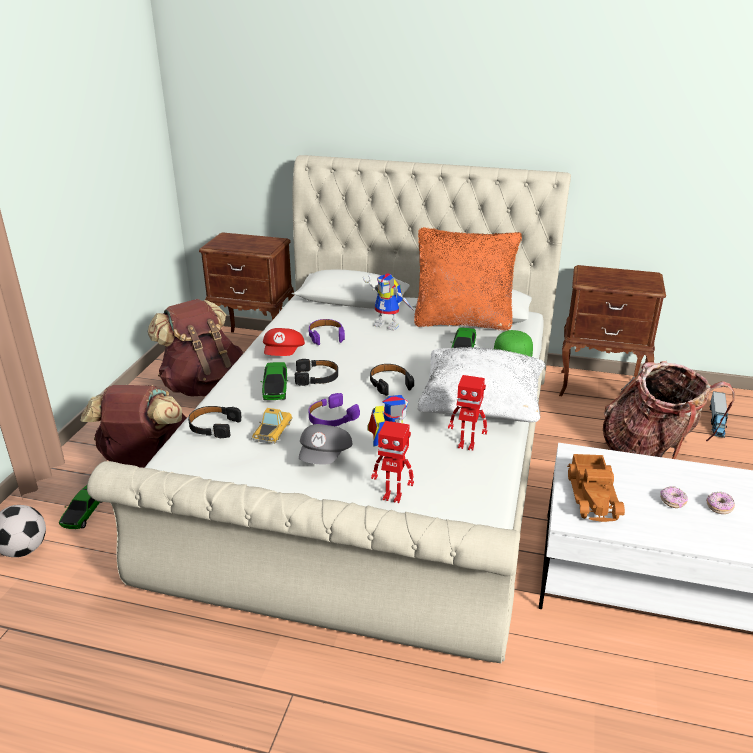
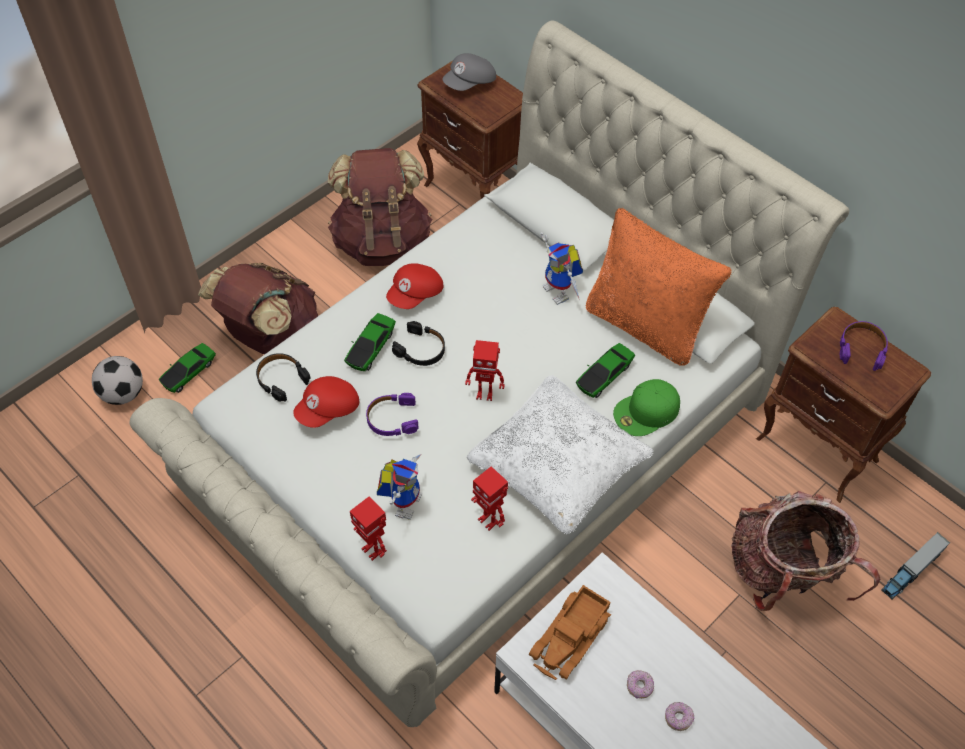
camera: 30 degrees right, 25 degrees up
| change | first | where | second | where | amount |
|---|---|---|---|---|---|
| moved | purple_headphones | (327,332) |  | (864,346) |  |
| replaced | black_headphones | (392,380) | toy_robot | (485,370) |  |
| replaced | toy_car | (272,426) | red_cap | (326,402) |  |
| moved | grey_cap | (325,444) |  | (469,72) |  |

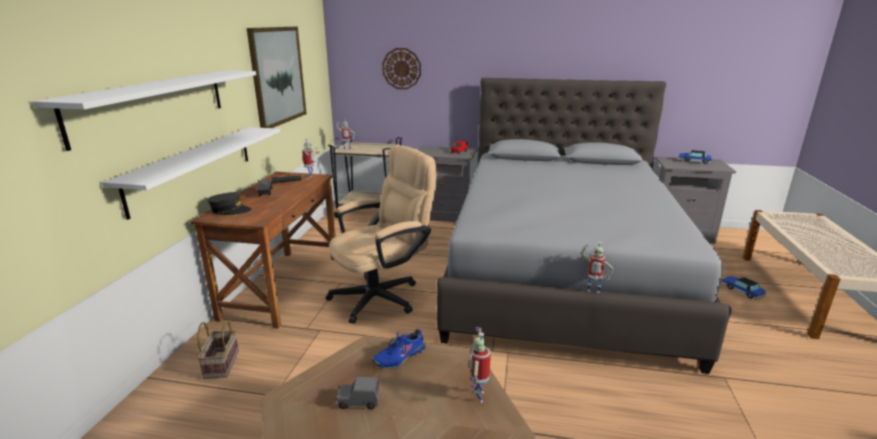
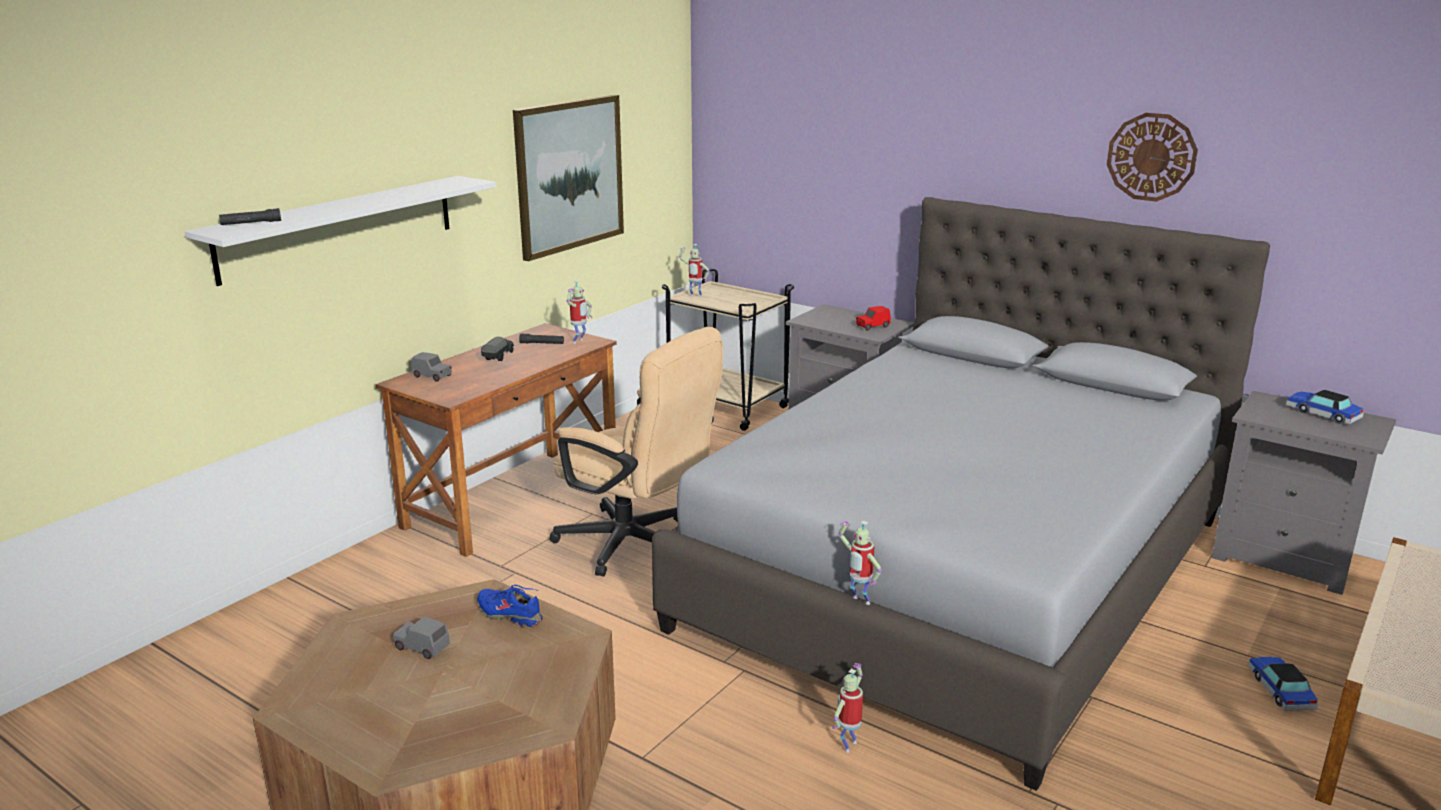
camera: 25 degrees right, 0 degrees up
| change | first | where | second | where | amount |
|---|---|---|---|---|---|
| moved | wall_clock | (401,68) |  | (1152,157) |  |
| removed | white_shelf | (191,173) |  |  |  |
| turned | beige_office_chair | (381,234) |  | (636,452) | 45 degrees clockwise |
| replaced | grey_cap | (229,203) | grey_toy_car | (431,367) |  |
| removed | basket | (218,350) |  |  |  |
| moved | toy_robot | (480,365) |  | (847,708) |  |
| turned | blue_shoe | (398,349) |  | (509,606) | 45 degrees clockwise |
| added |  |  | black_flashlight | (250,216) |  |

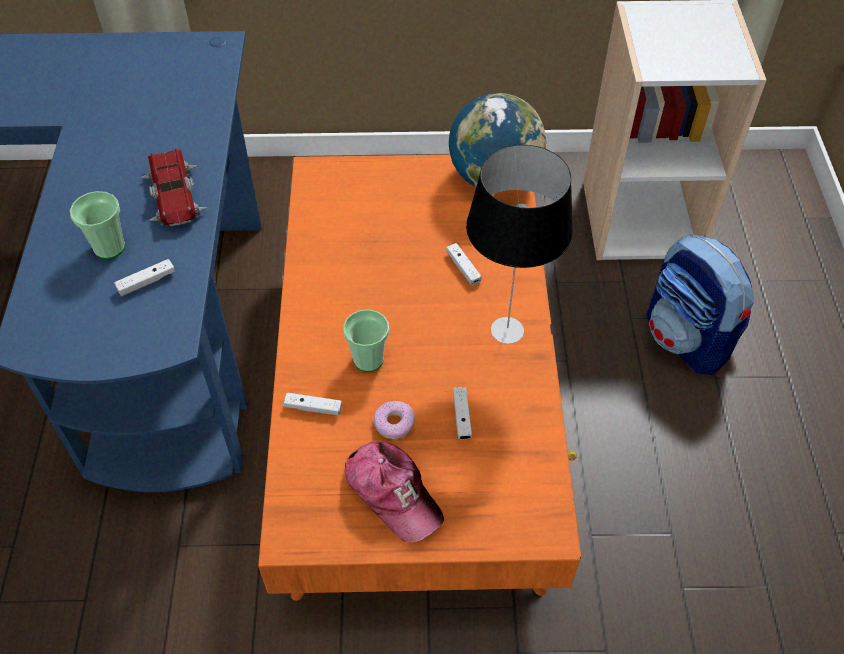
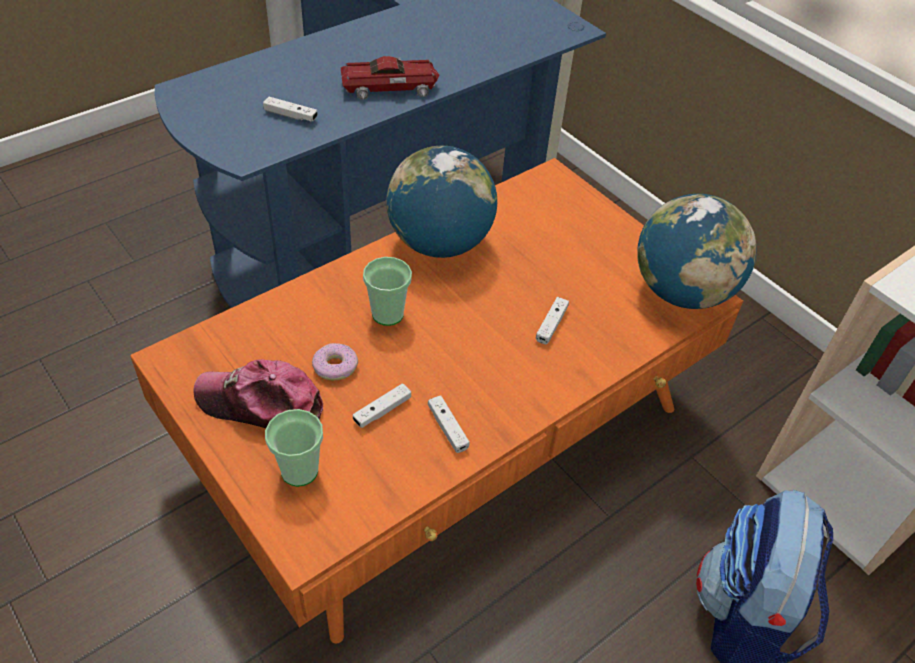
camera: 50 degrees right, 5 degrees down
| change | first | where | second | where | amount |
|---|---|---|---|---|---|
| removed | table_lamp | (519,244) |  |  |  |
| turned | toy_car | (174,187) |  | (390,78) | 135 degrees counterclockwise |
| moved | cup | (97,225) |  | (294,448) |  |
| moved | white_game_controller | (313,404) |  | (449,424) |  |
| turned | cap | (394,492) |  | (258,393) | 90 degrees clockwise |
| added |  |  | globe | (441,202) |  |

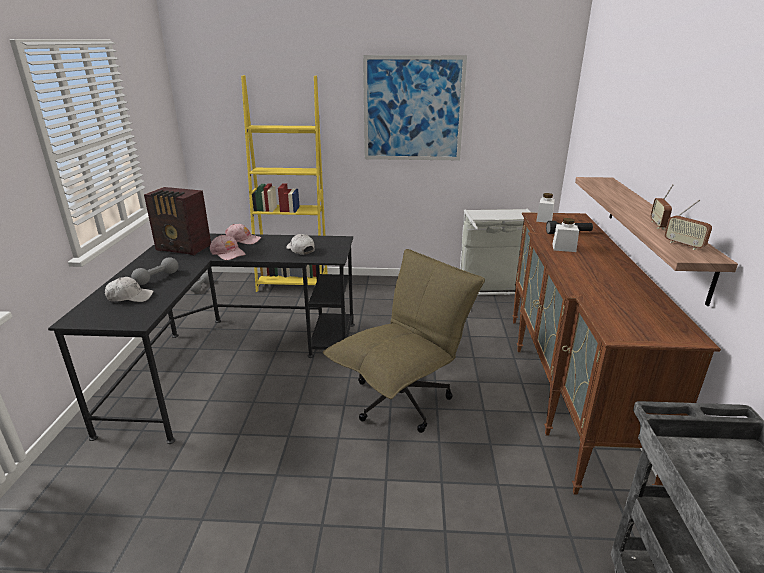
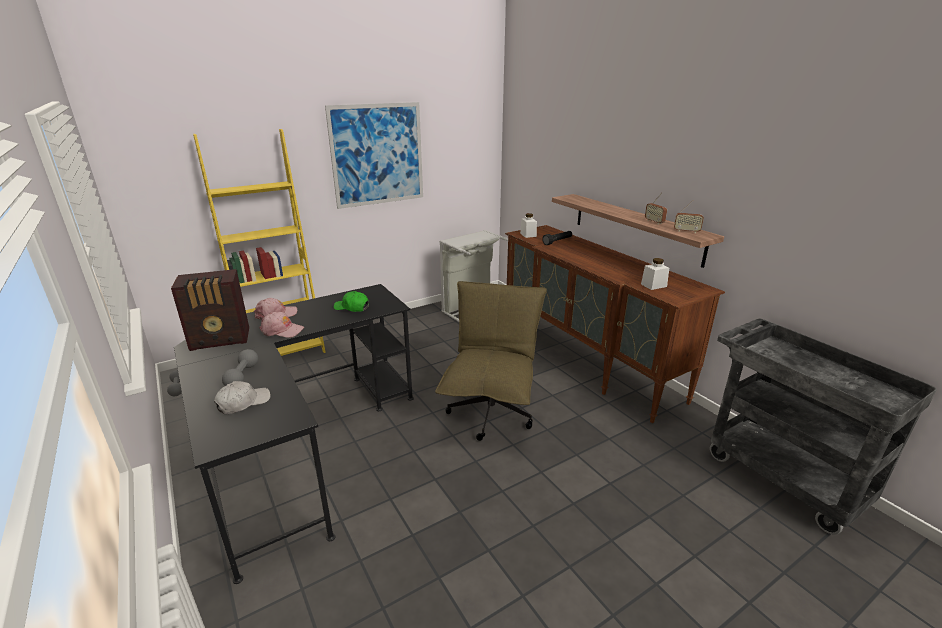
camera: 35 degrees left, 0 degrees up
| change | first | where | second | where | amount |
|---|---|---|---|---|---|
| moved | white_jar | (565,235) |  | (655,274) |  |
| recoloured | white_cap | (300,244) | green_cap | (351,301) |  |

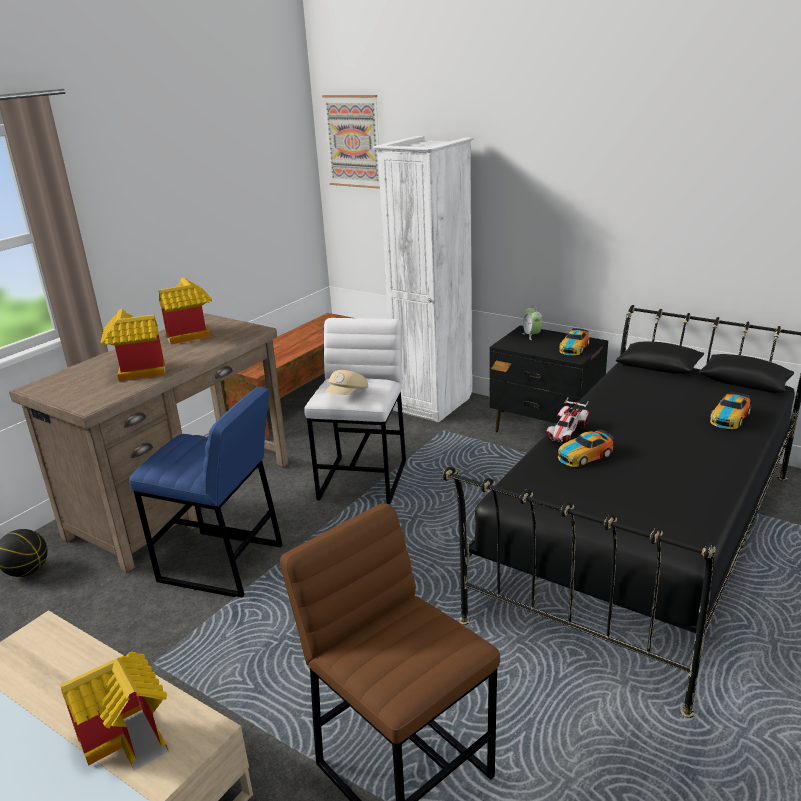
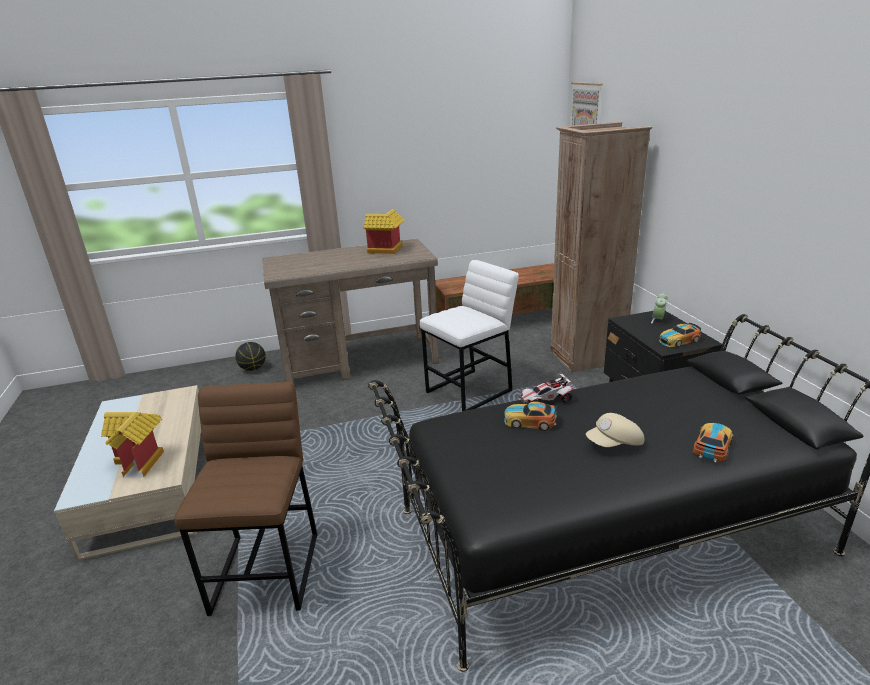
camera: 40 degrees right, 0 degrees up
| change | first | where | second | where | amount |
|---|---|---|---|---|---|
| recoloured | white_cabinet | (423,279) | brown_cabinet | (601,247) |  |
| removed | toy_house | (132,345) |  |  |  |
| moved | beige_cap | (347,382) |  | (615,430) |  |
| removed | blue_stool | (205,492) |  |  |  |
| turned | toy_car | (730,410) |  | (713,442) | 135 degrees clockwise |

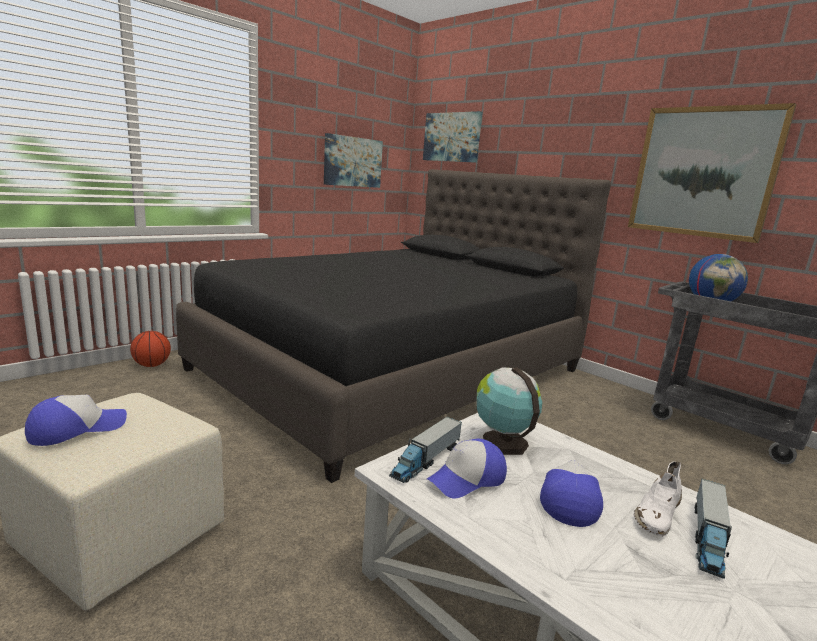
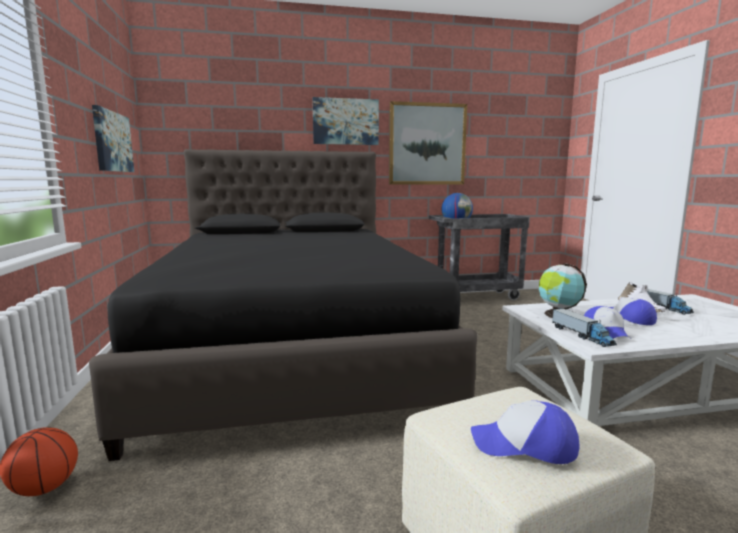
camera: 55 degrees left, 5 degrees down
| change | first | where | second | where | amount |
|---|---|---|---|---|---|
| moved | picture | (452,137) |  | (345,121) |  |
| turned | cap | (76,420) |  | (525,432) | 75 degrees counterclockwise |

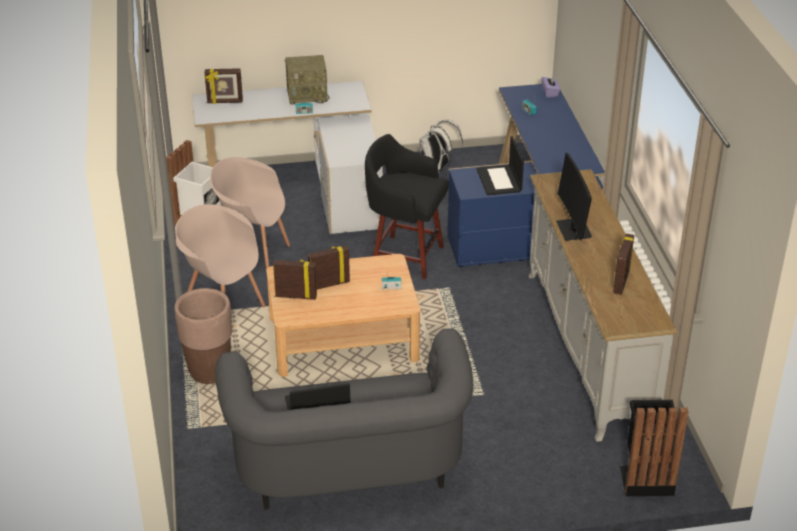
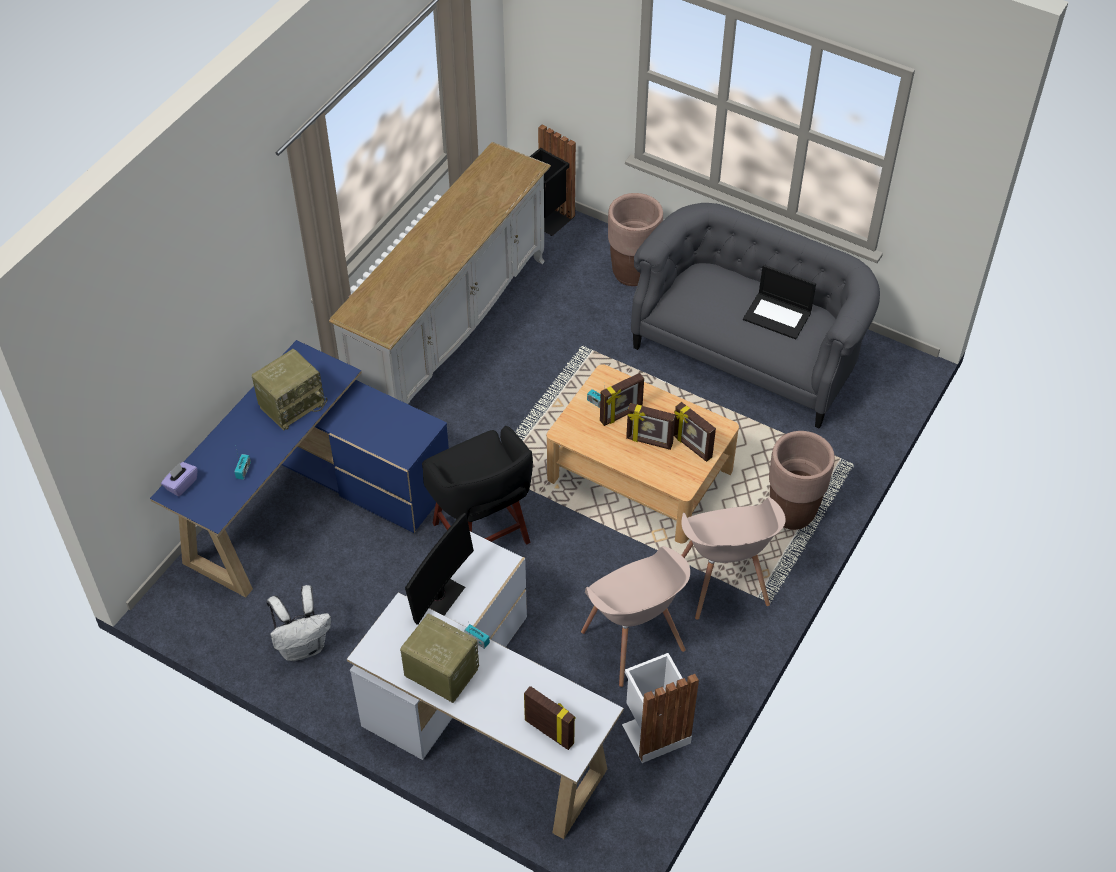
camera: 140 degrees left, 15 degrees up
| change | first | where | second | where | amount |
|---|---|---|---|---|---|
| removed | laptop | (500,165) |  |  |  |
| moved | monitor | (574,197) |  | (439,569) |  |
| moved | picture_frame | (623,264) |  | (622,399) |  |
| added |  |  | brown_planter | (635,239) |  |
| added |  |  | radio | (290,390) |  |

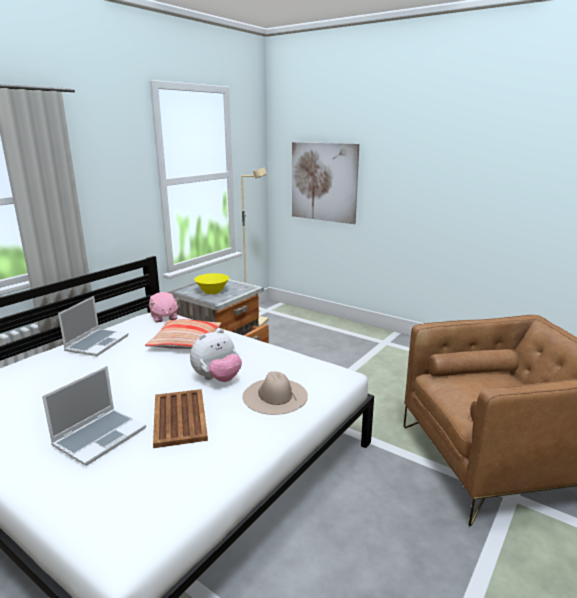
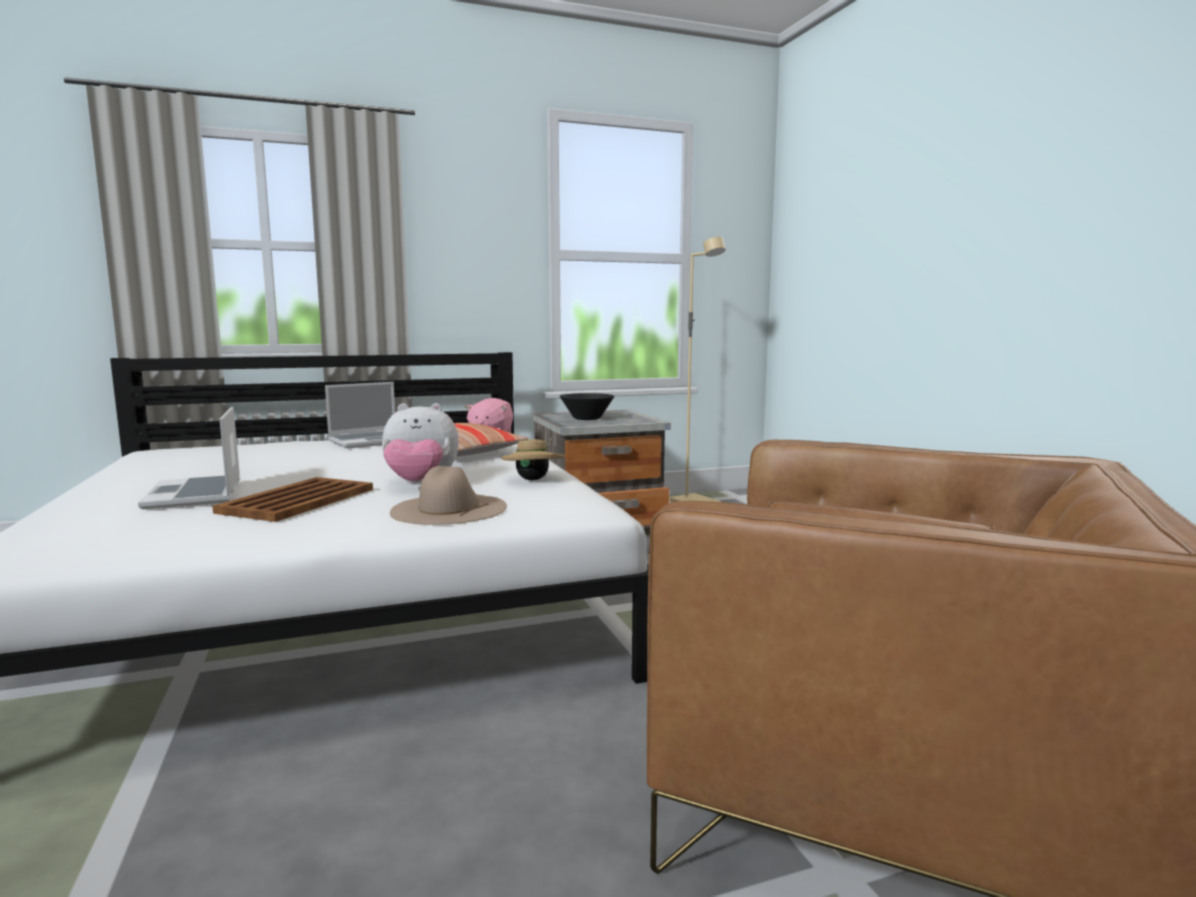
camera: 35 degrees right, 10 degrees down
| change | first | where | second | where | amount |
|---|---|---|---|---|---|
| removed | picture | (325,183) |  |  |  |
| recoloured | yellow_bowl | (211,283) | black_bowl | (587,406) |  |
| turned | laptop | (94,416) |  | (189,458) | 90 degrees clockwise |
| added |  |  | beige_hat | (533,459) |  |

